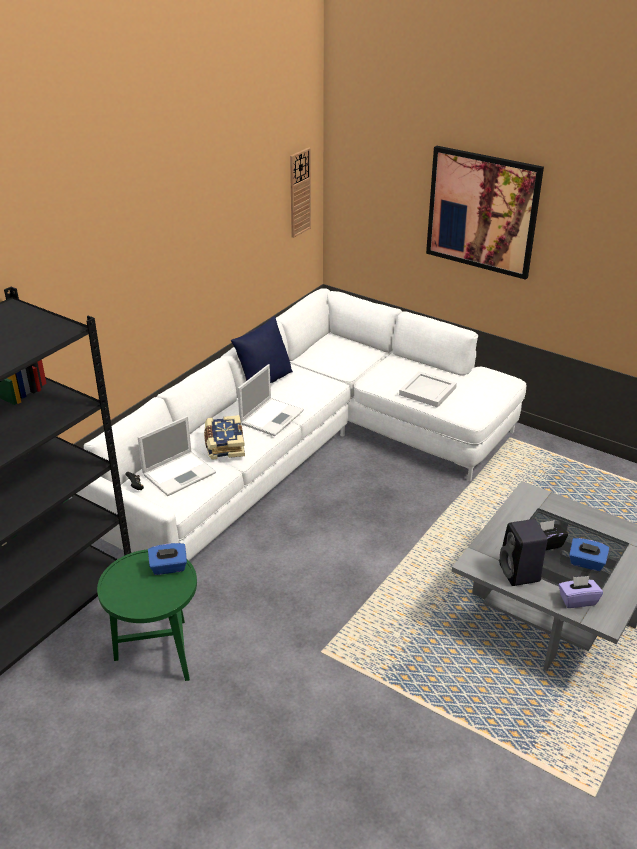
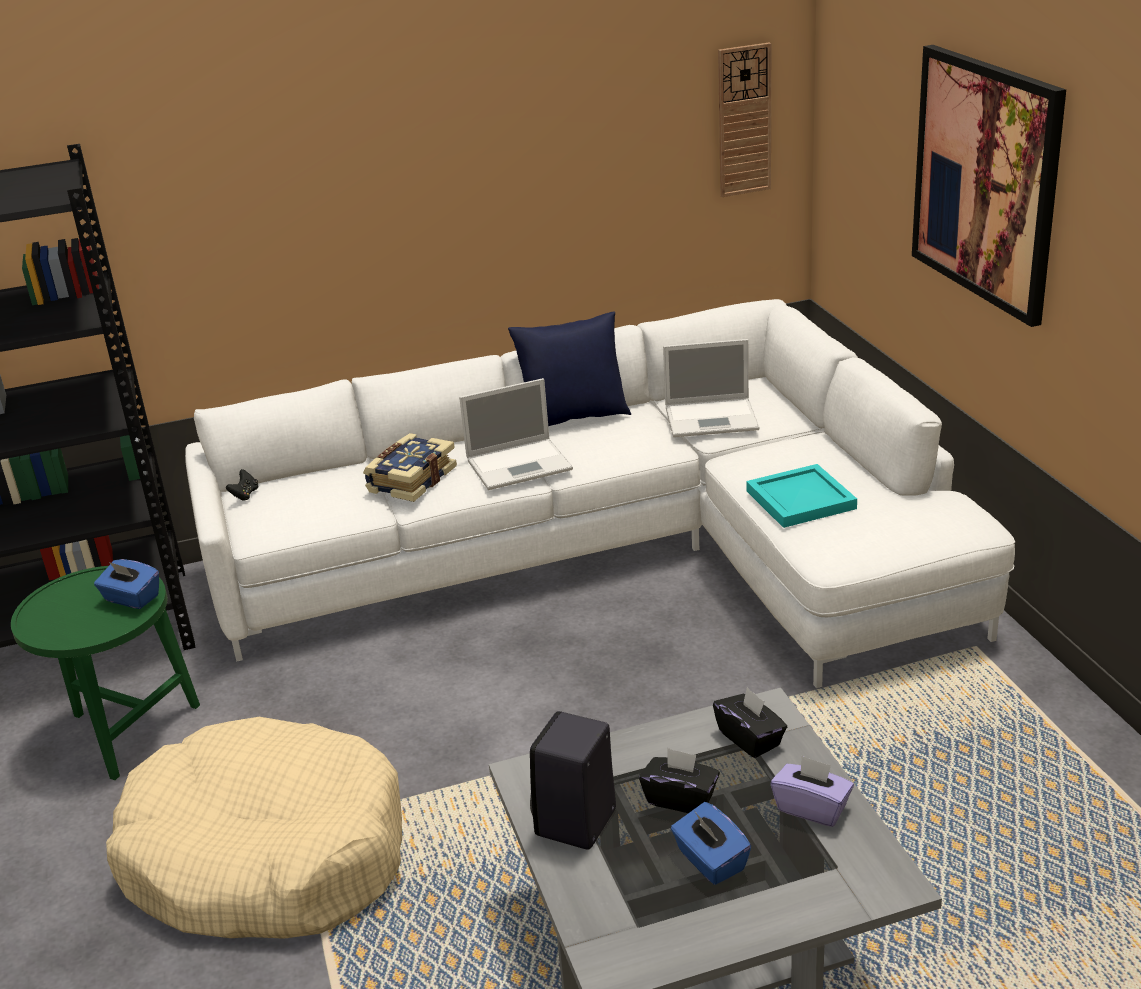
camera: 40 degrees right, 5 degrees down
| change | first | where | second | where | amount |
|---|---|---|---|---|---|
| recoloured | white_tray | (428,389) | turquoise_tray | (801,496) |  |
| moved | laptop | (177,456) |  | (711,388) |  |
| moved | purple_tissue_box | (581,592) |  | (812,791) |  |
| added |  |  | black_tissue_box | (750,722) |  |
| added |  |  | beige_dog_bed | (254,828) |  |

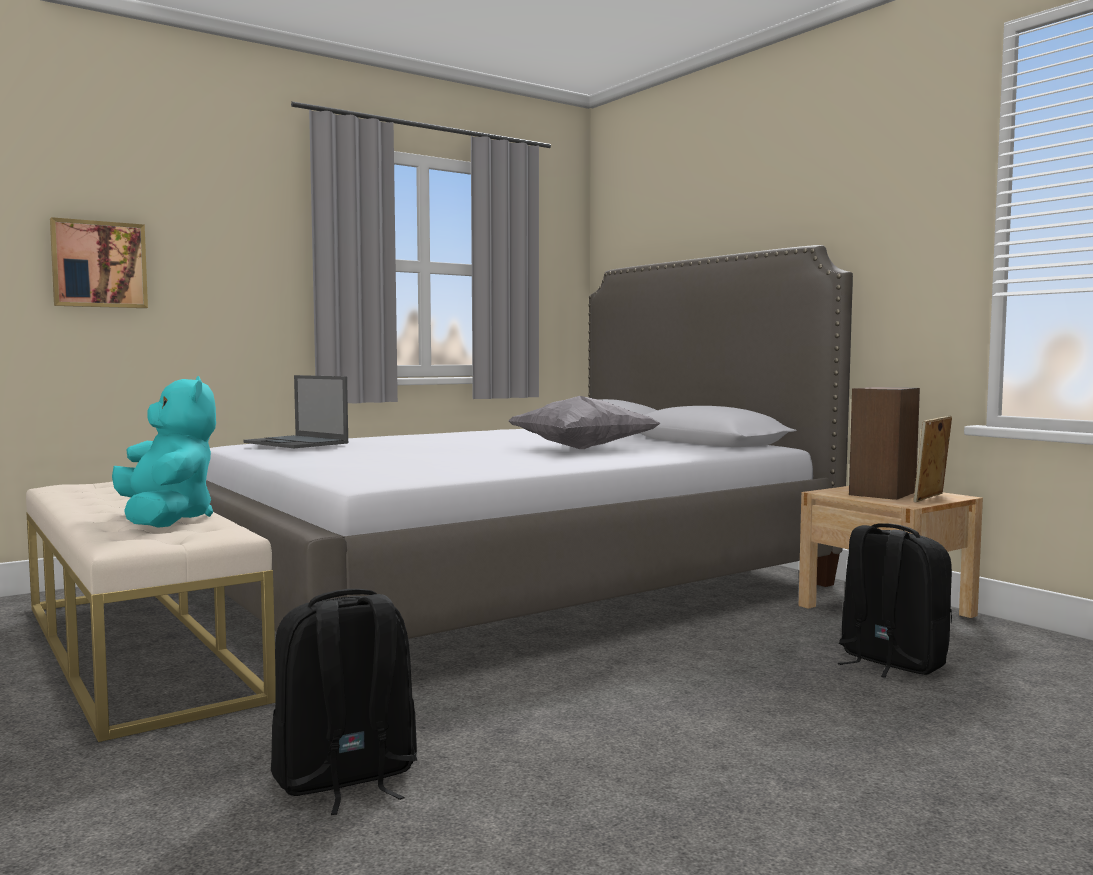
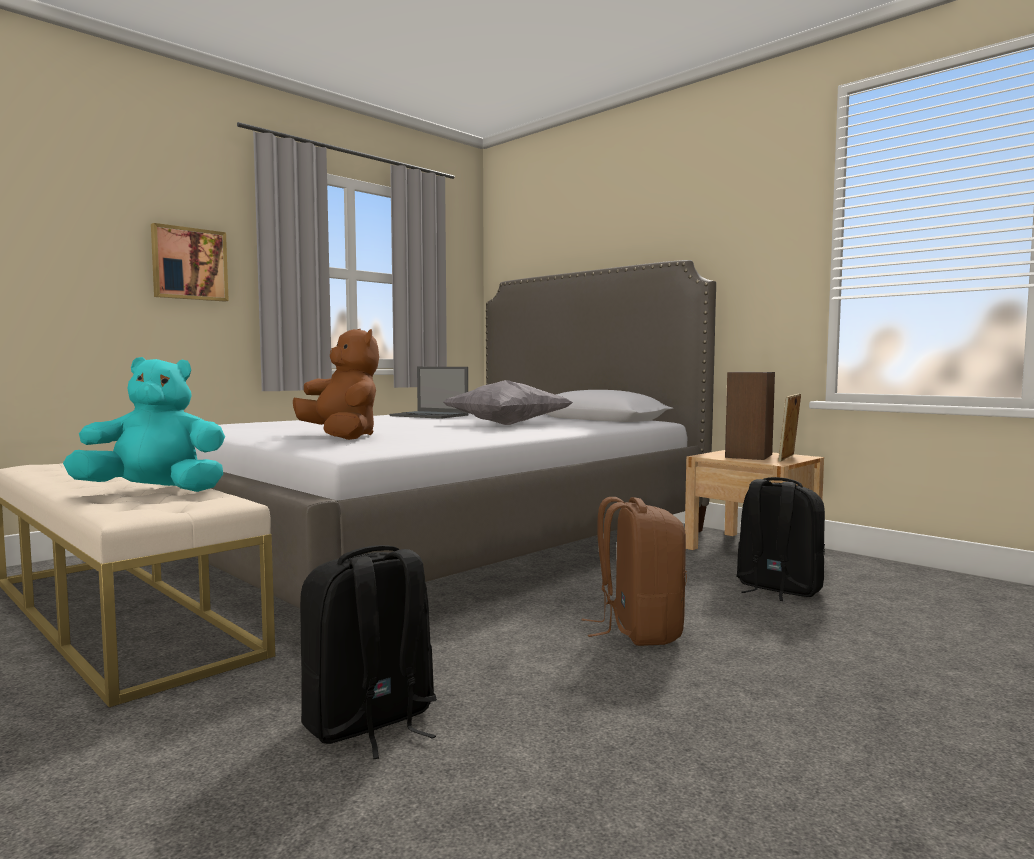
camera: 10 degrees left, 0 degrees up
| change | first | where | second | where | amount |
|---|---|---|---|---|---|
| moved | picture | (99,262) |  | (190,262) |  |
| moved | laptop | (296,411) |  | (429,393) |  |
| turned | turquoise_plush_toy | (164,452) |  | (144,424) | 60 degrees counterclockwise |
| added |  |  | brown_plush_toy | (336,384) |  |
| added |  |  | brown_backpack | (634,571) |  |

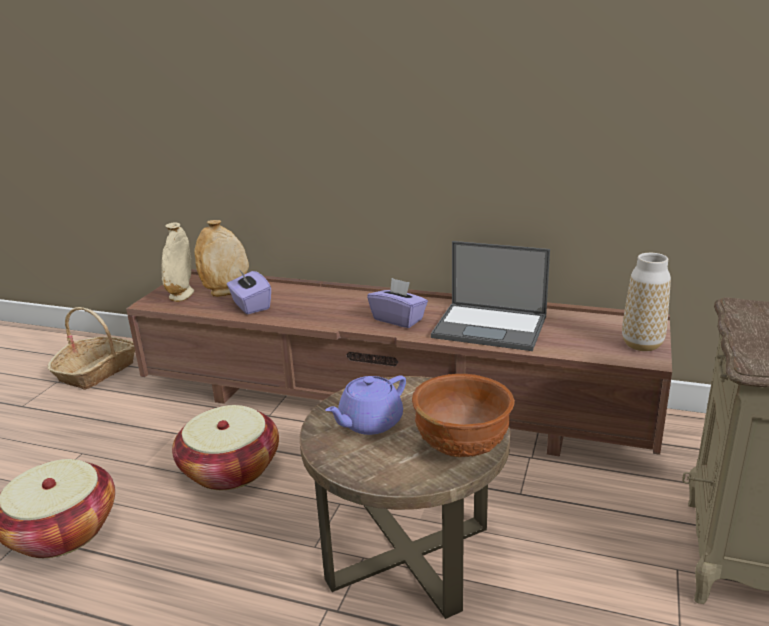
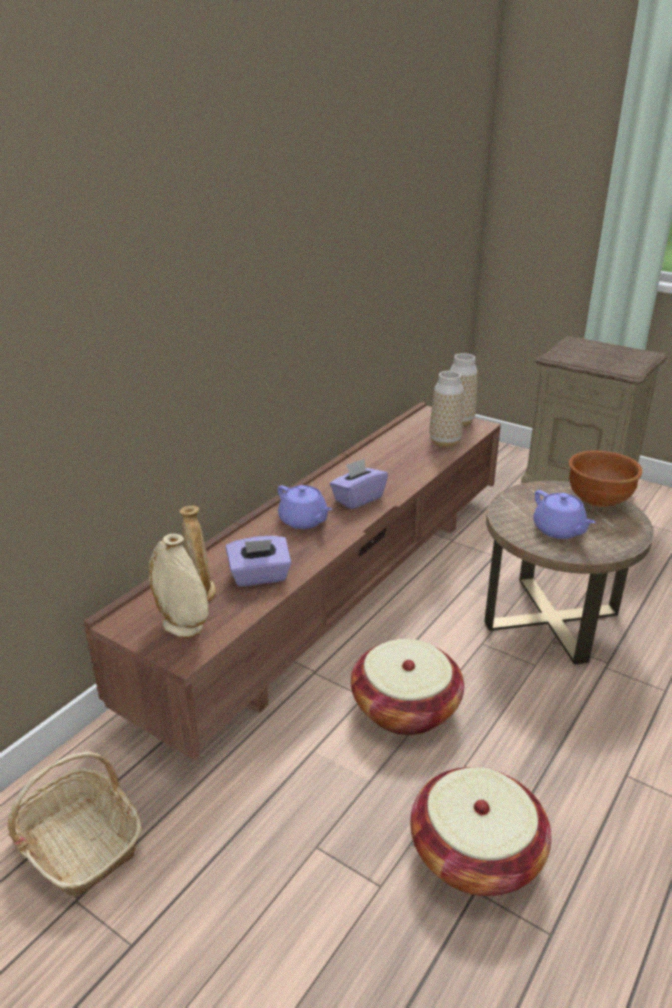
camera: 75 degrees left, 5 degrees up
| change | first | where | second | where | amount |
|---|---|---|---|---|---|
| removed | laptop | (490,296) |  |  |  |
| added |  |  | vase | (446,409) |  |
| added |  |  | purple_teapot | (305,507) |  |

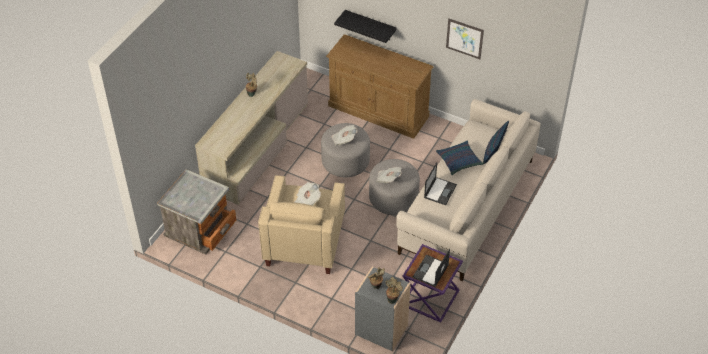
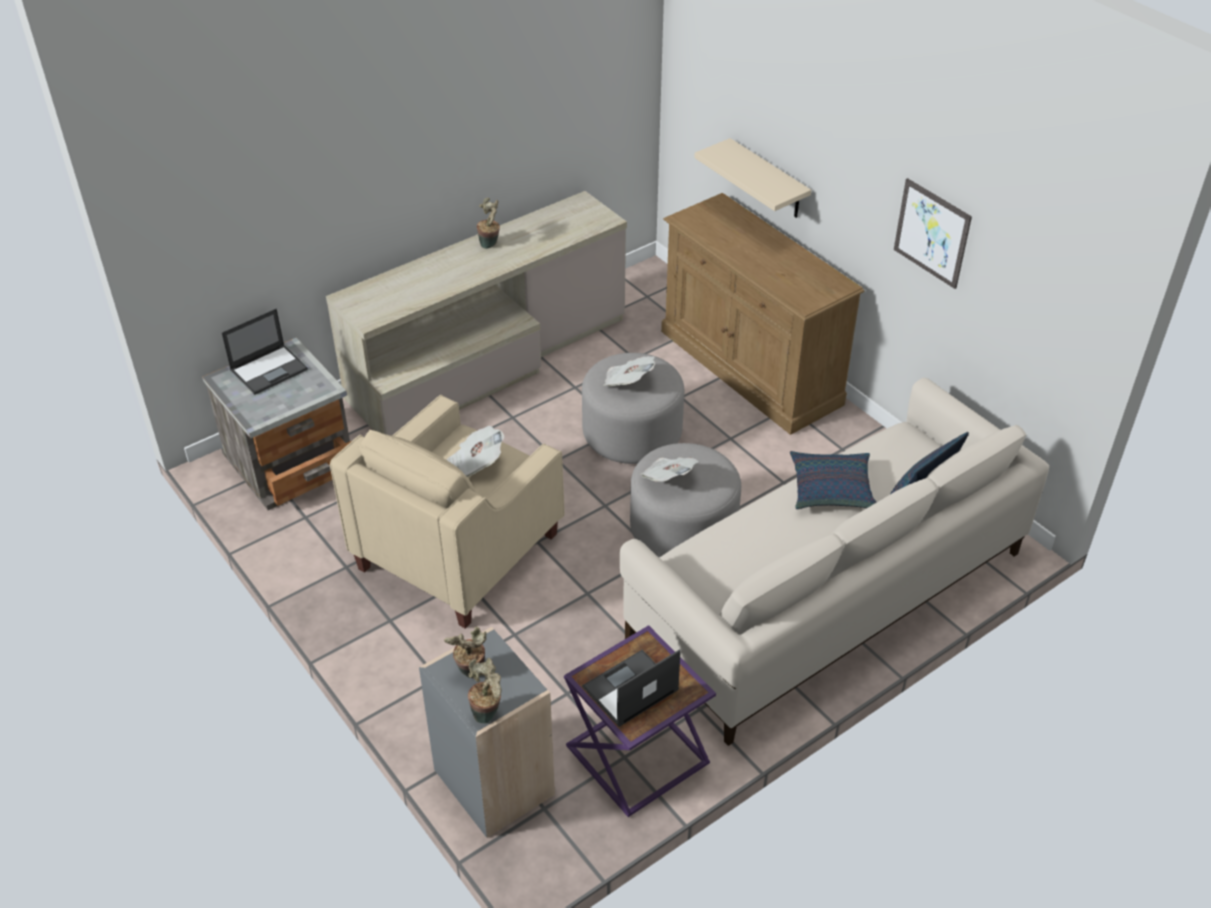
camera: 25 degrees right, 5 degrees down
| change | first | where | second | where | amount |
|---|---|---|---|---|---|
| recoloured | black_shelf | (365,26) | beige_shelf | (752,178) |  |
| moved | laptop | (440,183) |  | (265,352) |  |

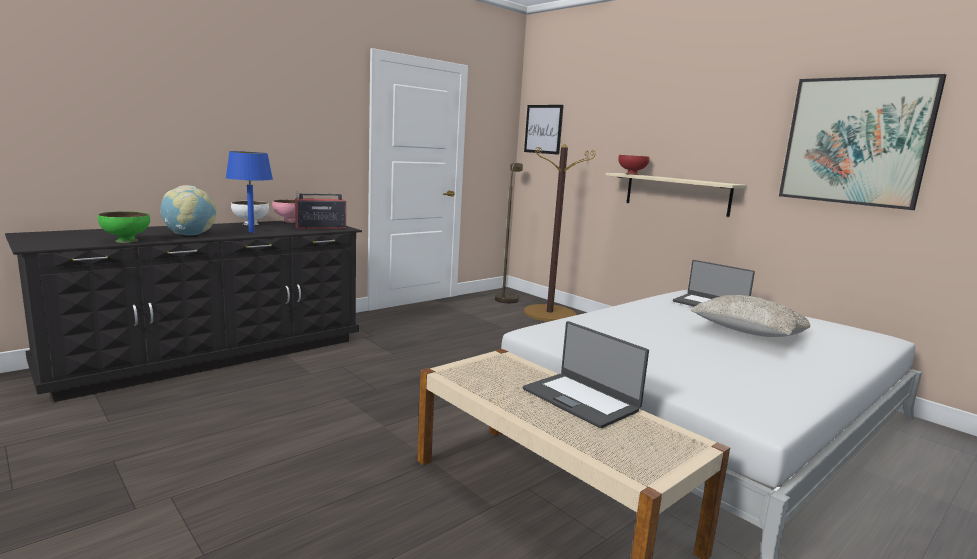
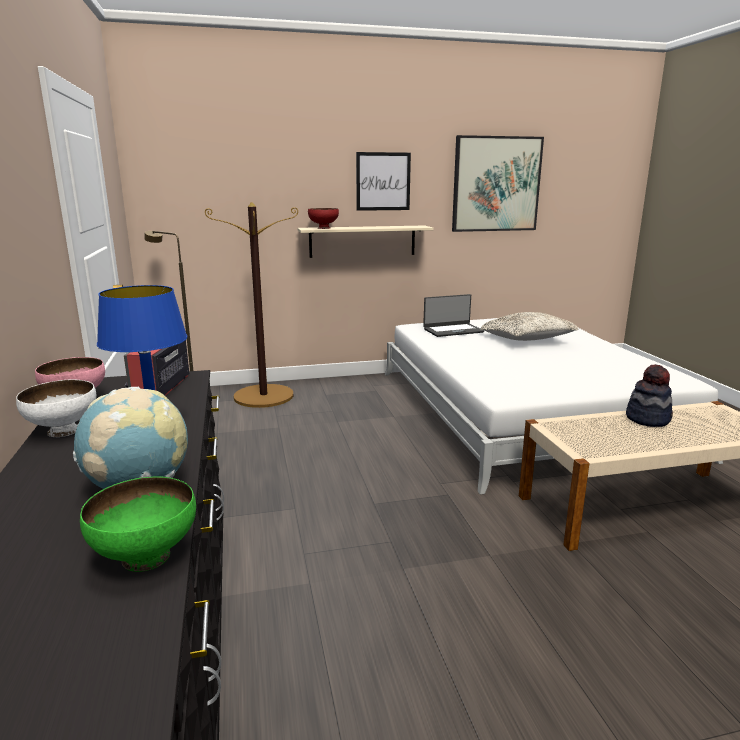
camera: 60 degrees left, 5 degrees up
| change | first | where | second | where | amount |
|---|---|---|---|---|---|
| moved | picture | (544,130) |  | (383,181) |  |
| replaced | laptop | (586,374) | hat | (649,395) |  |

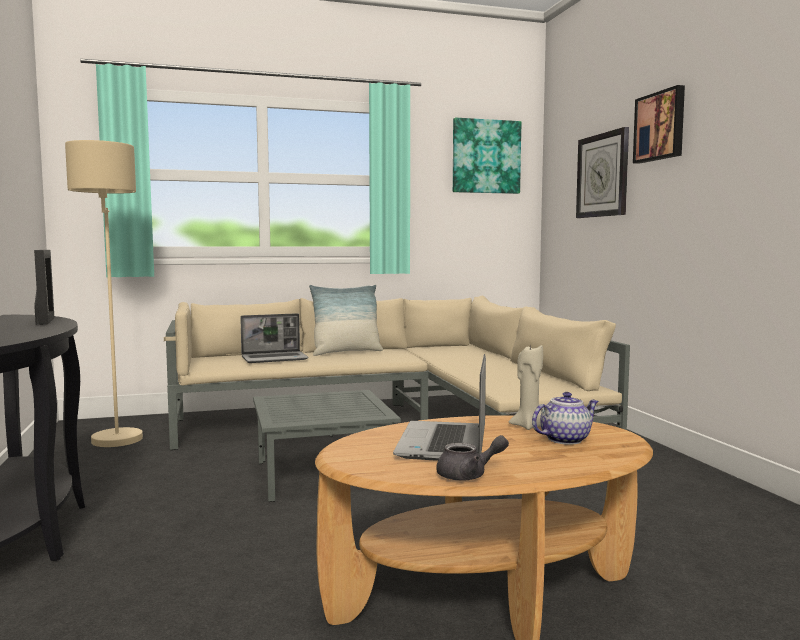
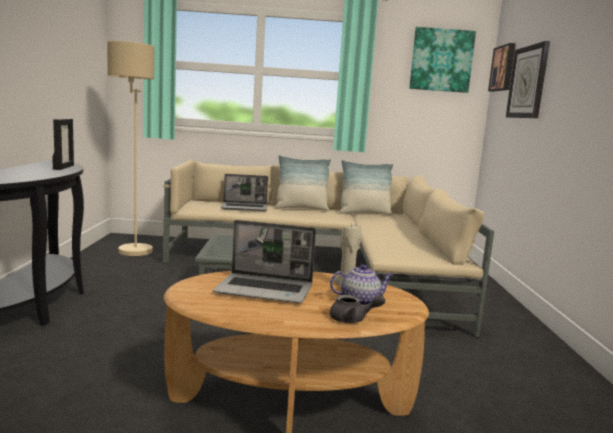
camera: 15 degrees right, 5 degrees up
| change | first | where | second | where | amount |
|---|---|---|---|---|---|
| moved | picture | (659,124) |  | (502,67) |  |
| turned | laptop | (439,407) |  | (264,261) | 105 degrees counterclockwise |
| moved | grey_teapot | (472,458) |  | (357,309) |  |
| added |  |  | pillow | (366,187) |  |

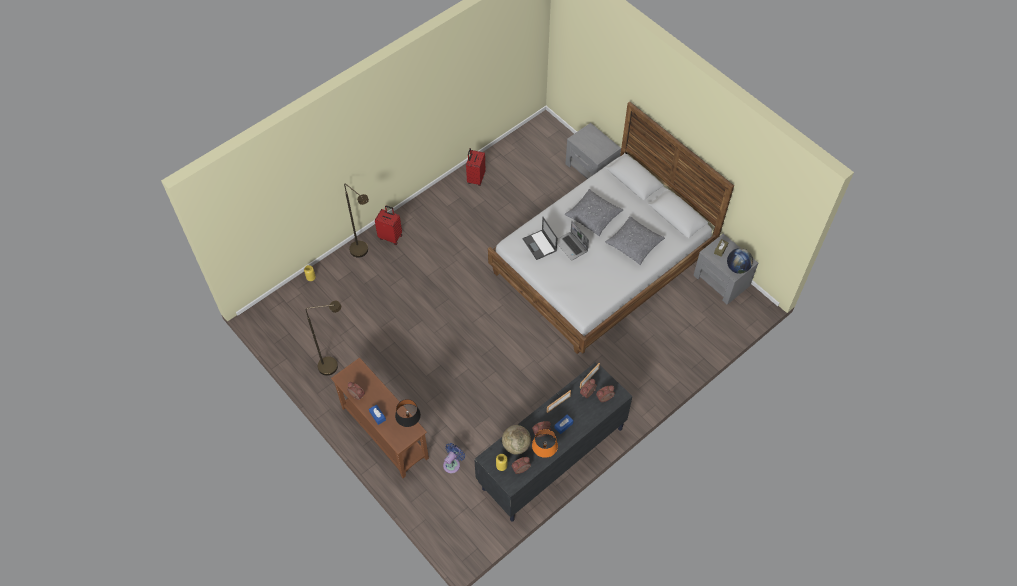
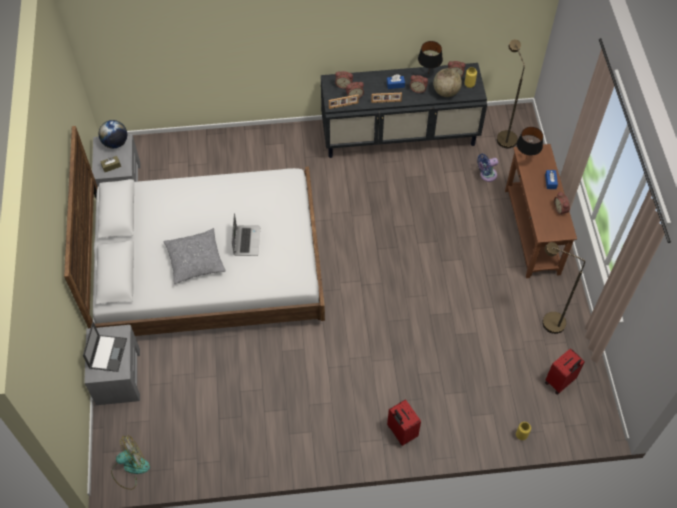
camera: 145 degrees left, 0 degrees up
| change | first | where | second | where | amount |
|---|---|---|---|---|---|
| moved | red_suitcase | (476,167) |  | (565,371) |  |
| moved | brown_floor_lamp | (356,221) |  | (511,94) |  |
| removed | grey_pillow | (635,240) |  |  |  |
| moved | laptop | (540,238) |  | (105,347) |  |
| recoloured | orange_table_lamp | (545,443) | black_table_lamp | (430,58) |  |
| added |  |  | fan | (130,462) |  |

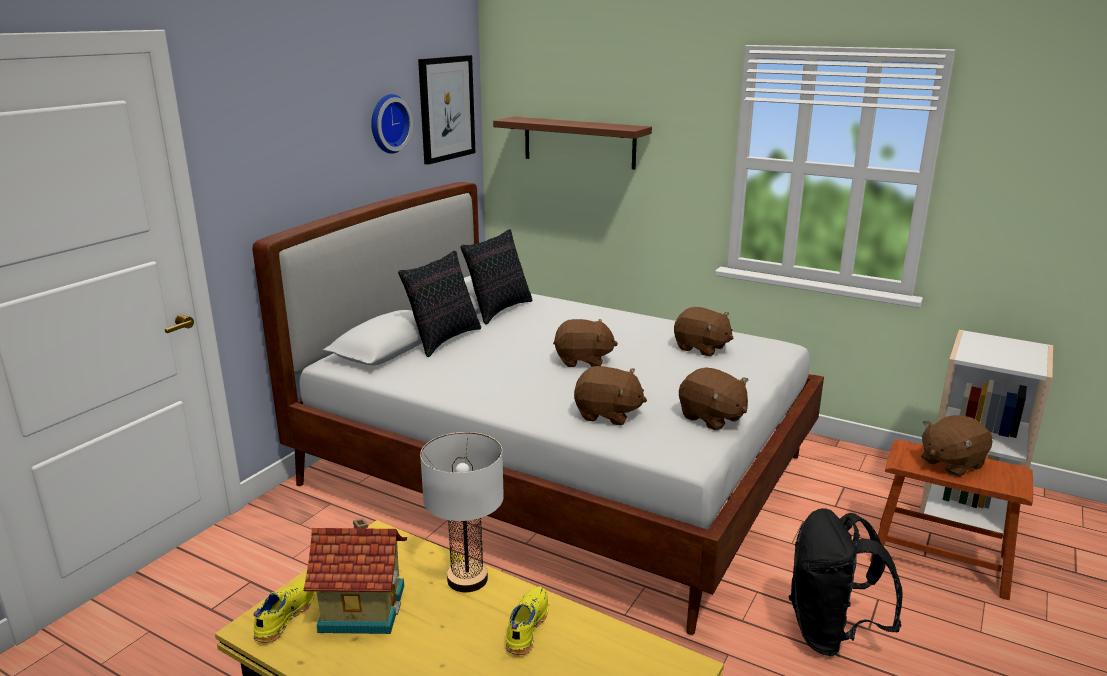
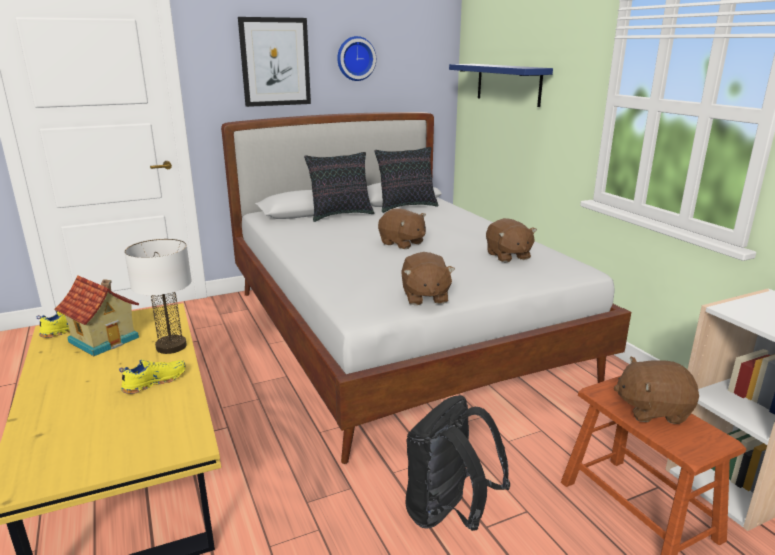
camera: 35 degrees right, 0 degrees up
| change | first | where | second | where | amount |
|---|---|---|---|---|---|
| moved | picture | (447,110) |  | (274,62) |  |
| recoloured | brown_shelf | (572,143) | blue_shelf | (501,85) |  |
| removed | brown_plush_toy | (610,395) |  |  |  |

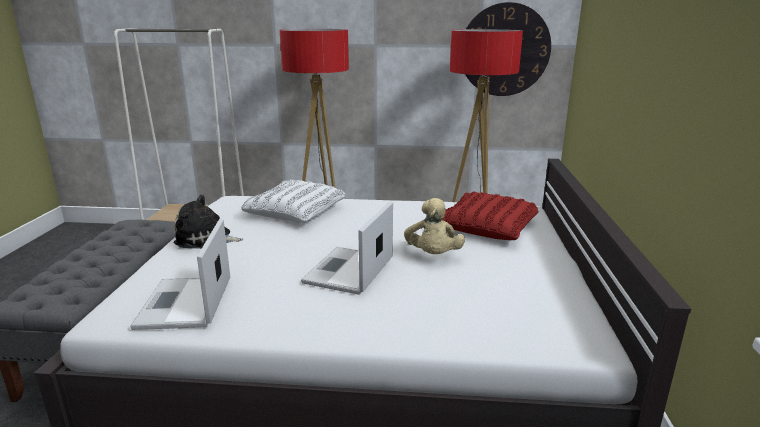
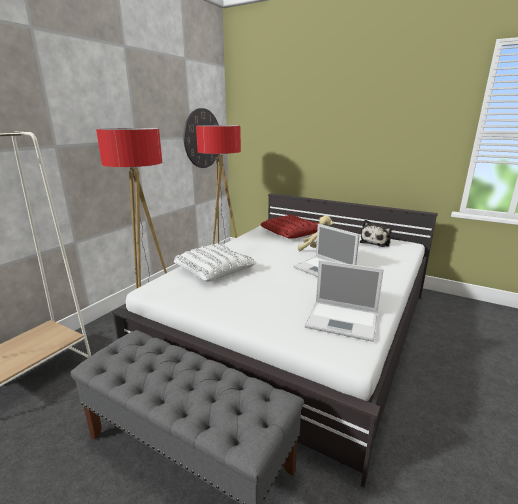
camera: 65 degrees left, 0 degrees up
| change | first | where | second | where | amount |
|---|---|---|---|---|---|
| moved | plush_toy | (208,221) |  | (376,233) |  |

